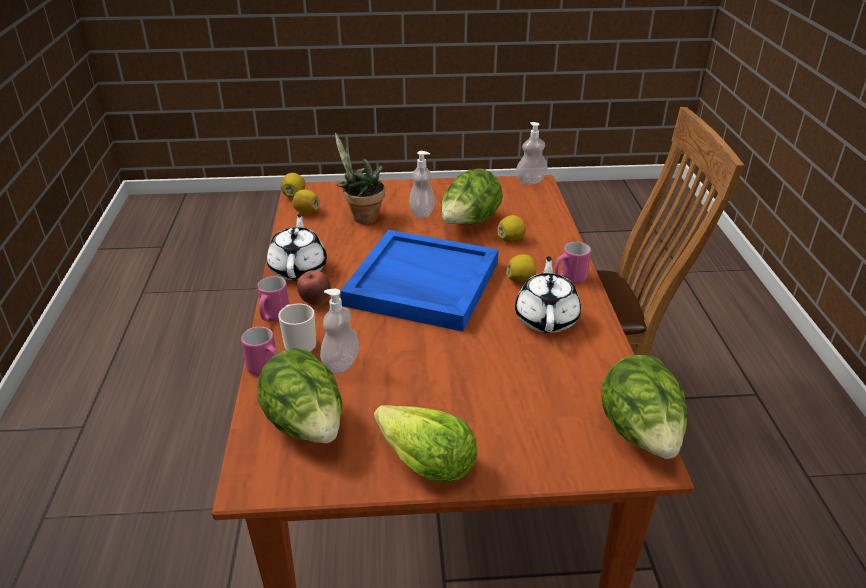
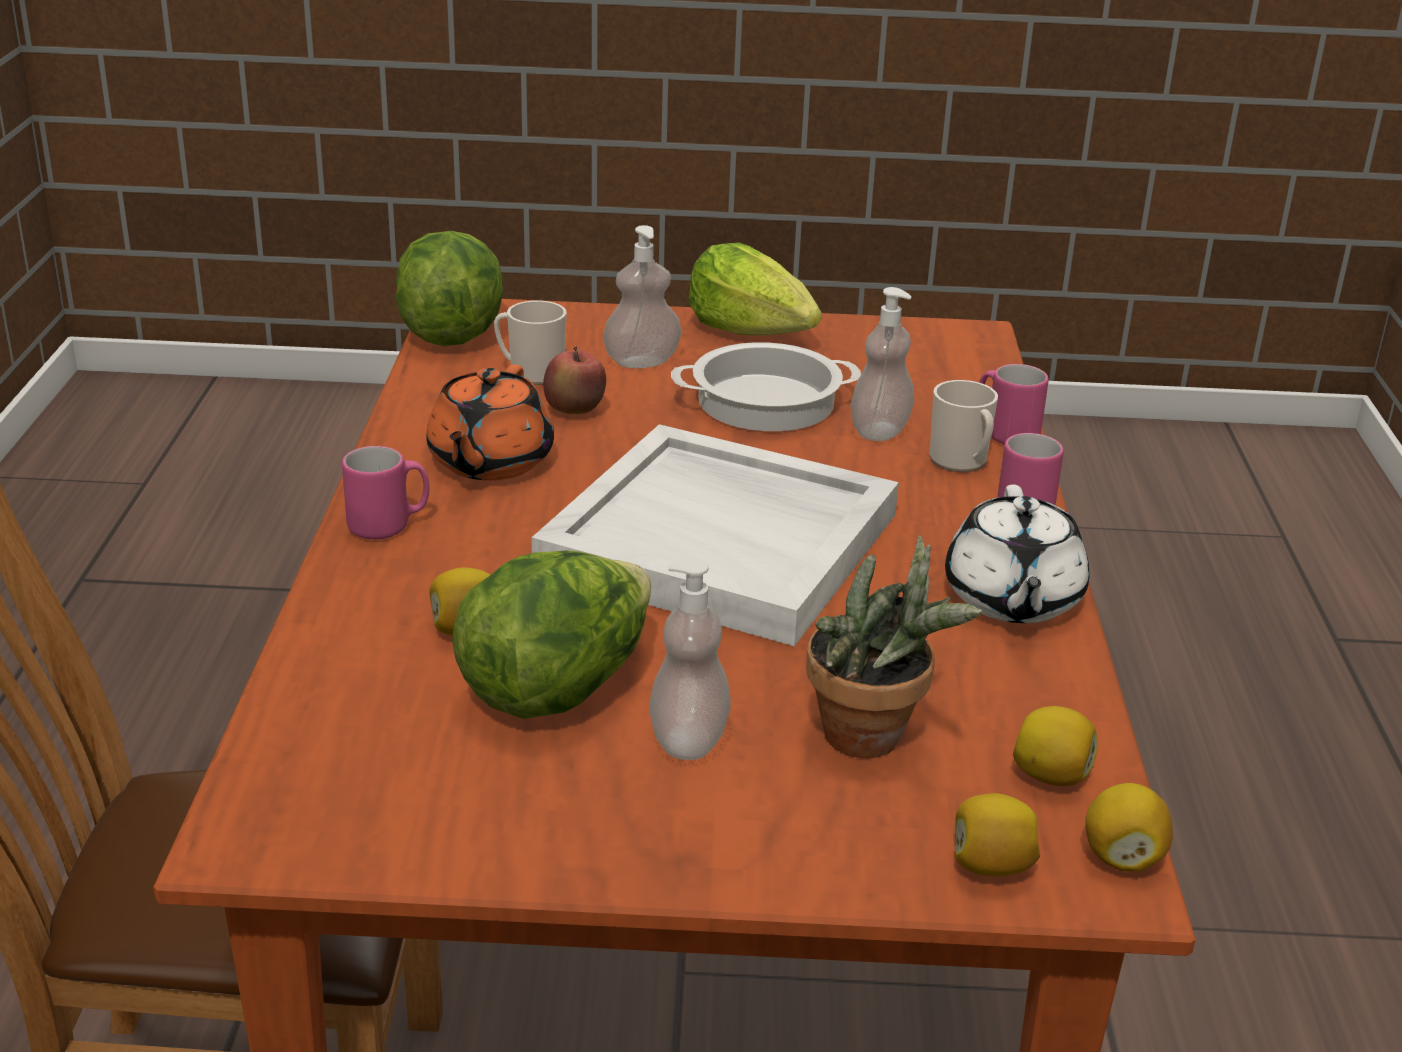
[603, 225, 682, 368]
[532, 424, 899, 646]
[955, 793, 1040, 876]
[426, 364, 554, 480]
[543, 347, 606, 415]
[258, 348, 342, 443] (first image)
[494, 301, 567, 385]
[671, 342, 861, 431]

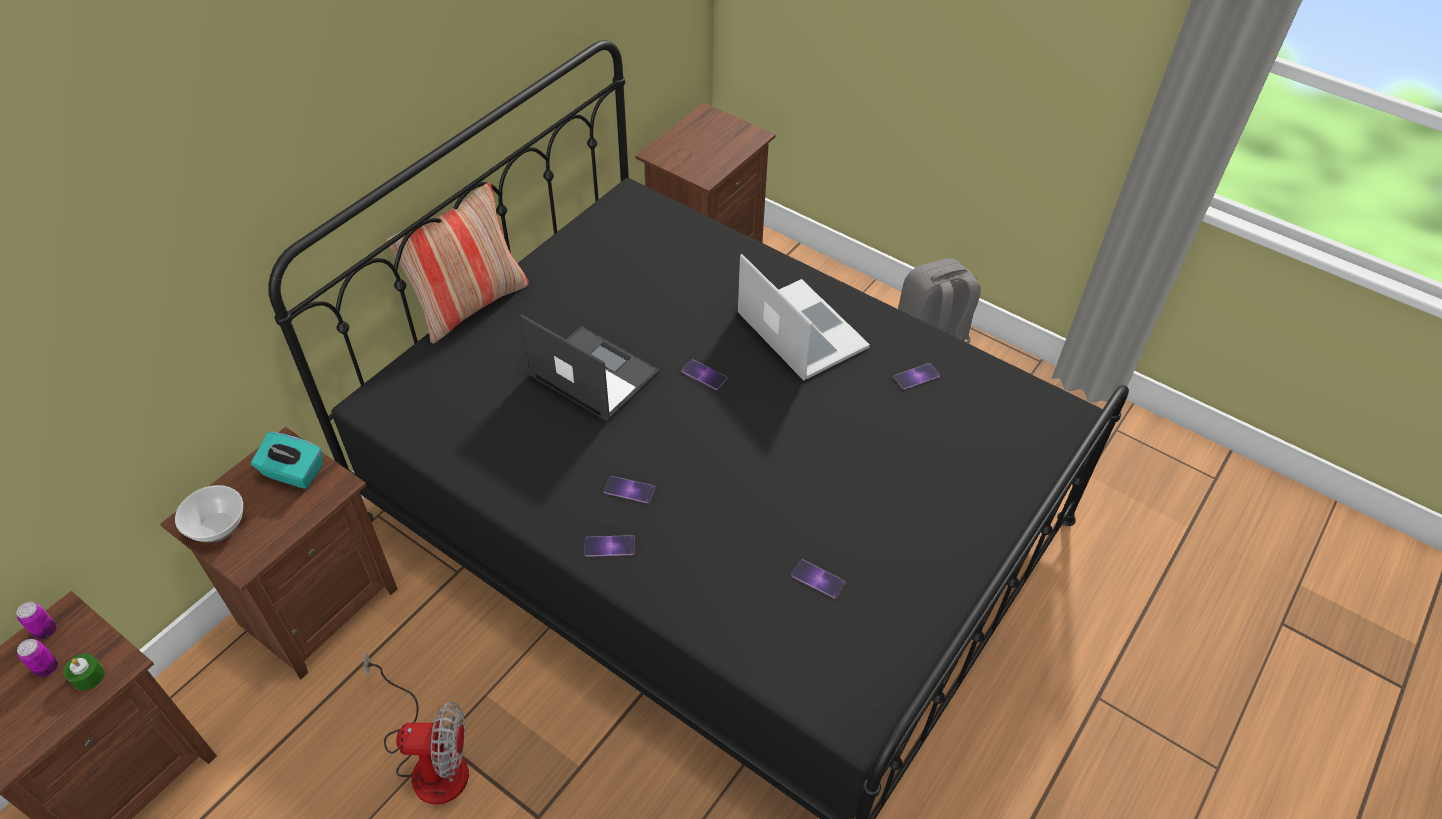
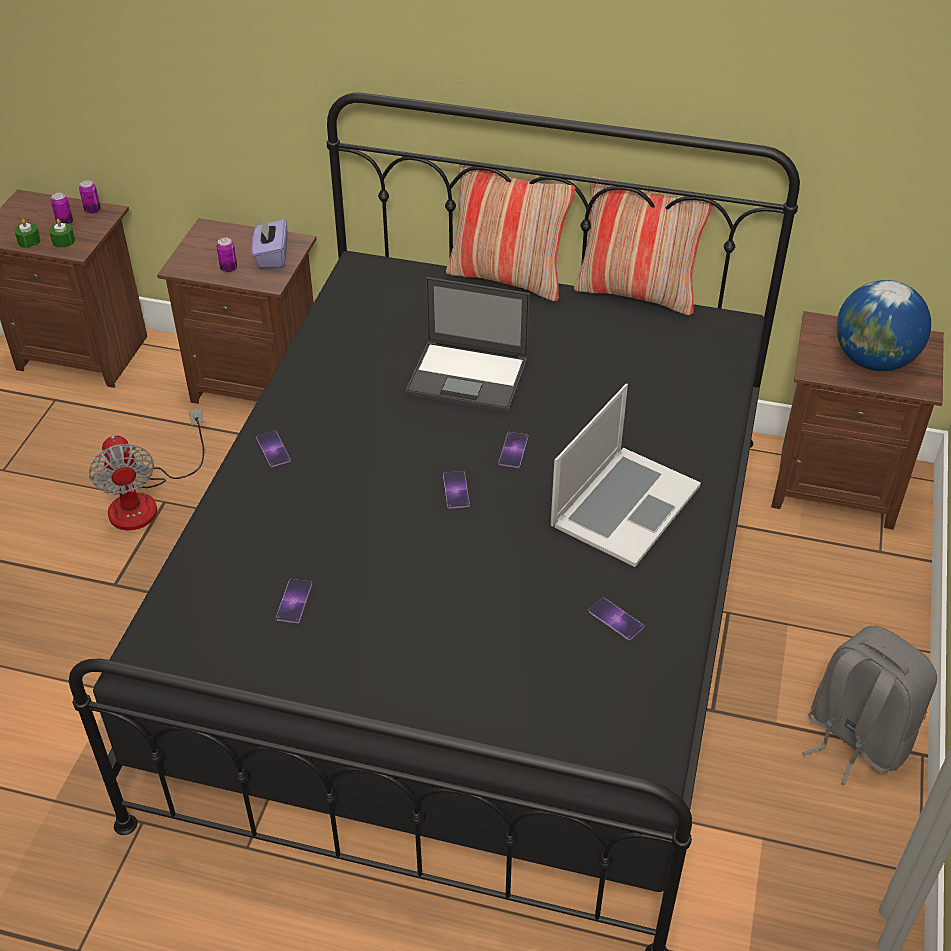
[405, 277, 530, 412]
[252, 218, 288, 269]
[443, 471, 470, 509]
[175, 485, 243, 542] (first image)
[574, 176, 713, 315]
[14, 219, 41, 248]
[216, 237, 237, 272]
[836, 280, 931, 371]

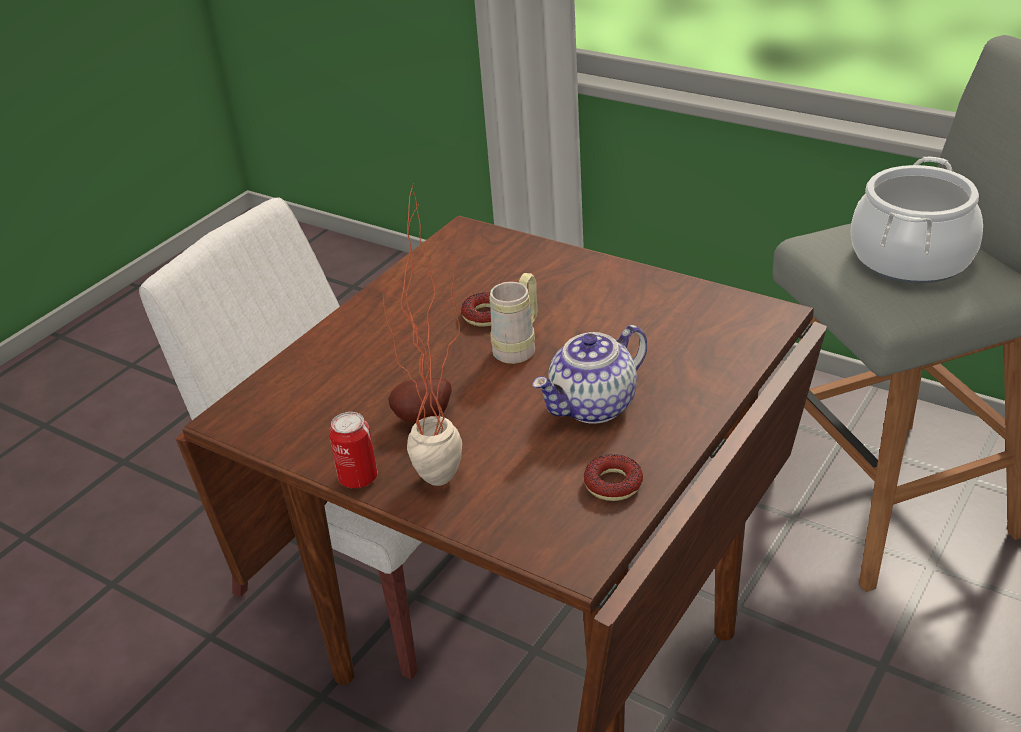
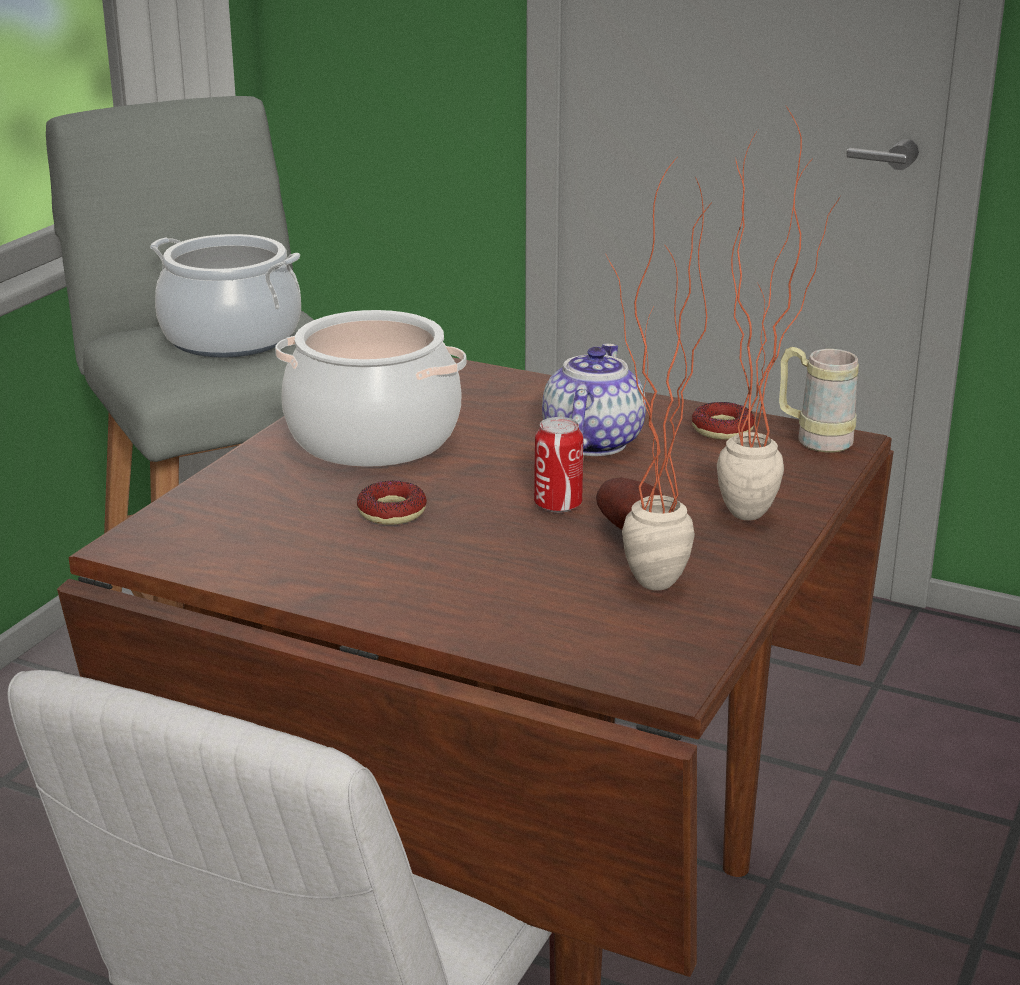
[779, 347, 859, 452]
[542, 344, 646, 456]
[534, 417, 583, 513]
[605, 159, 711, 591]
[275, 310, 466, 467]

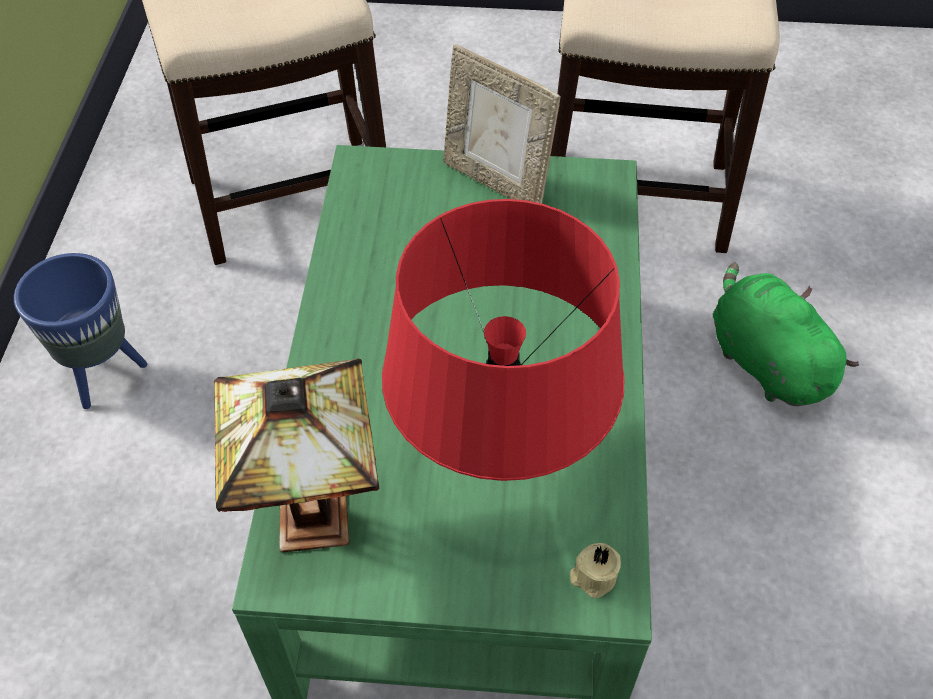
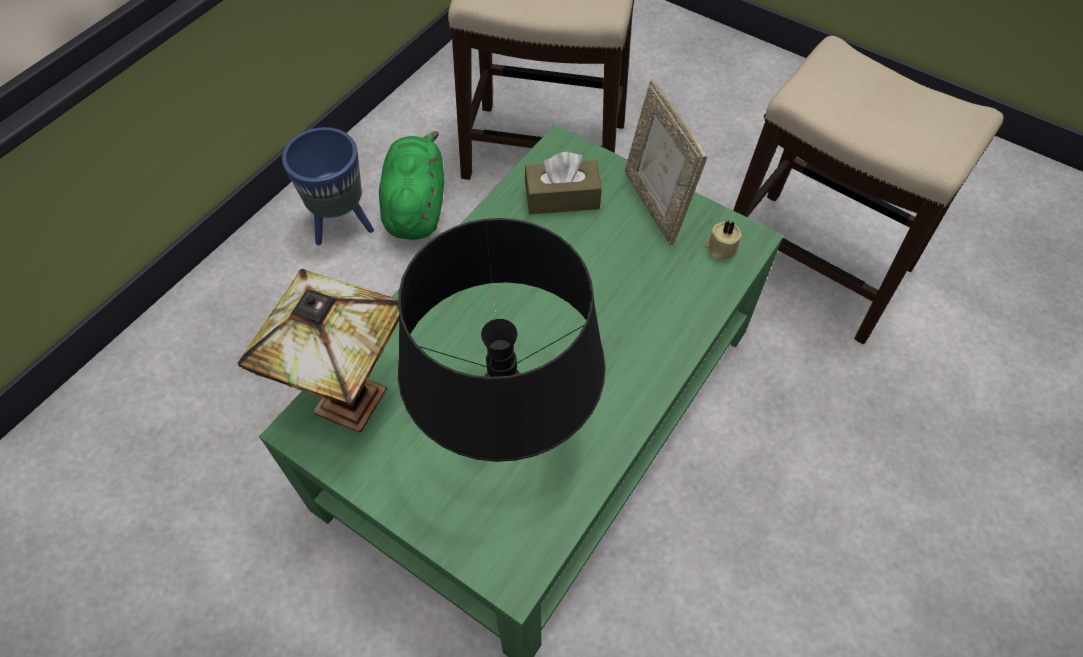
[398, 218, 606, 462]
[379, 131, 444, 240]
[705, 221, 742, 259]
[525, 152, 602, 214]

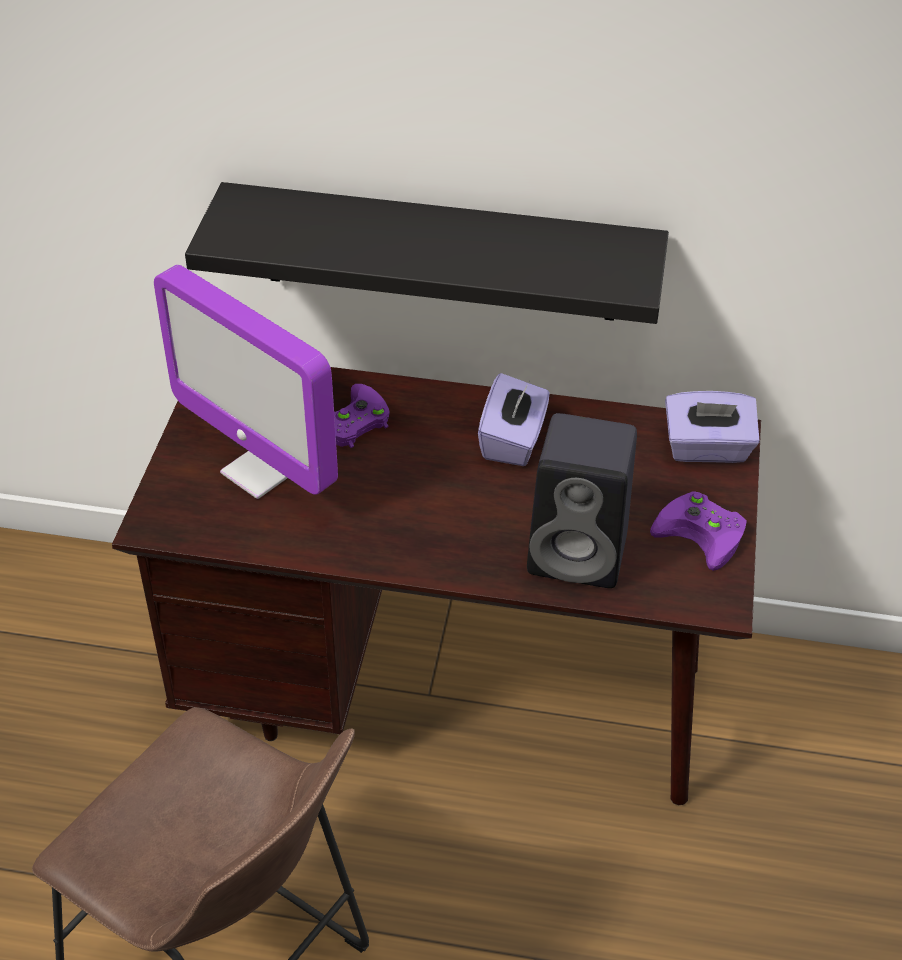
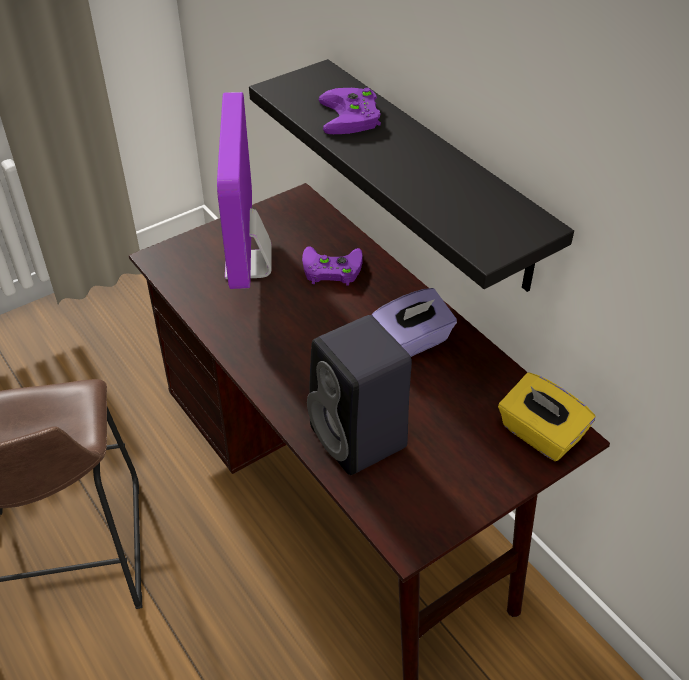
[498, 373, 595, 461]
[319, 88, 381, 134]

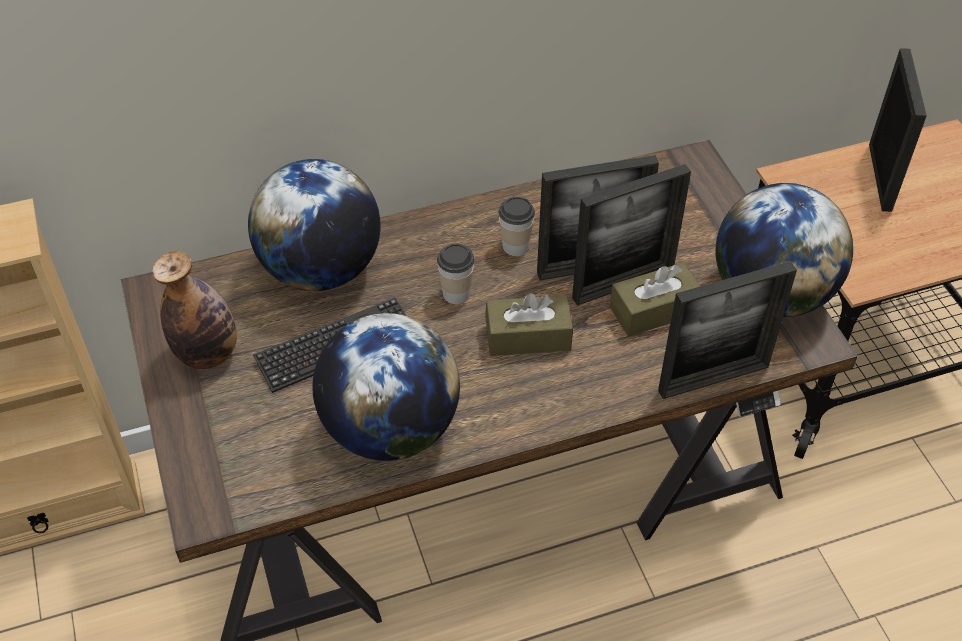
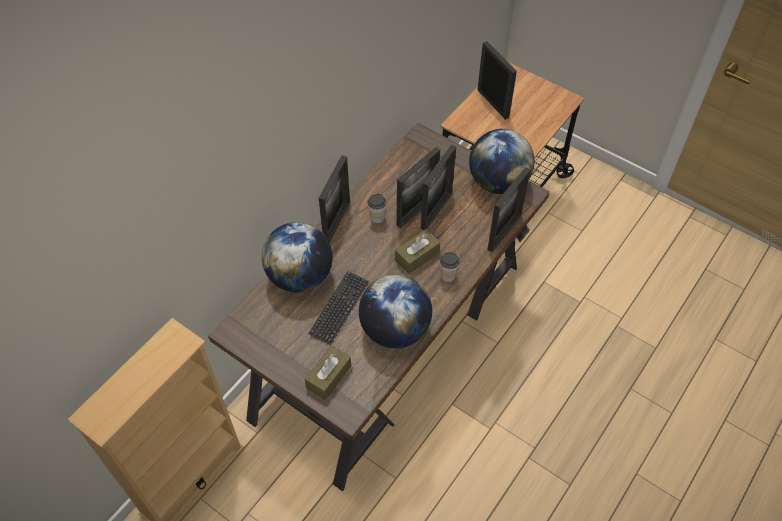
[440, 252, 459, 282]
[152, 251, 237, 369] (first image)
[305, 345, 351, 400]
[319, 155, 350, 243]

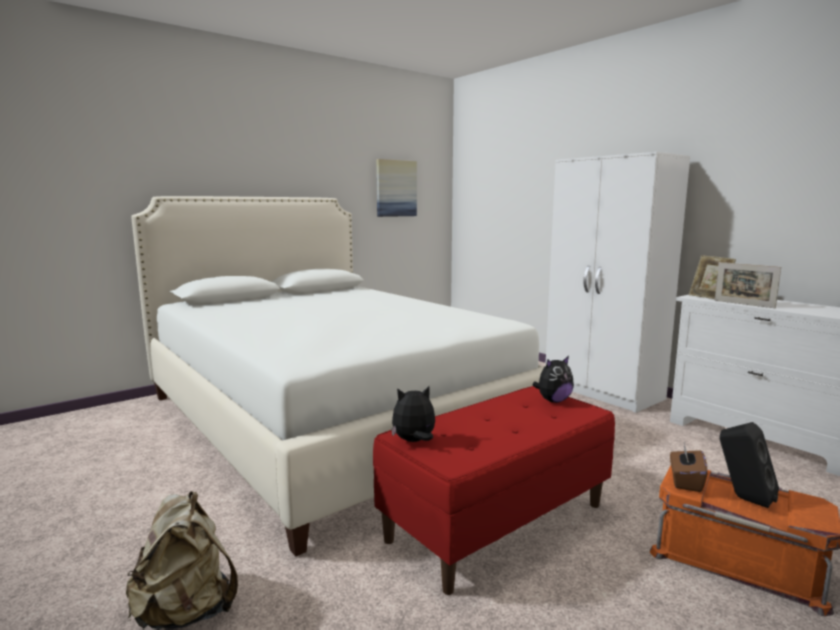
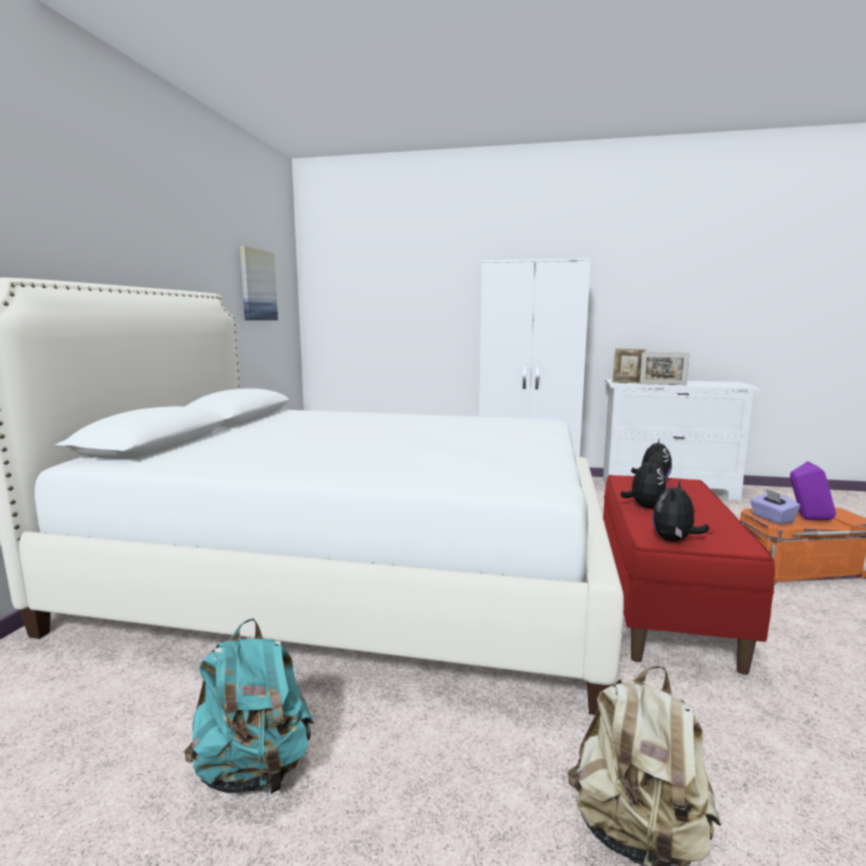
[790, 461, 836, 520]
[750, 489, 800, 524]
[620, 456, 667, 508]
[184, 618, 314, 797]

